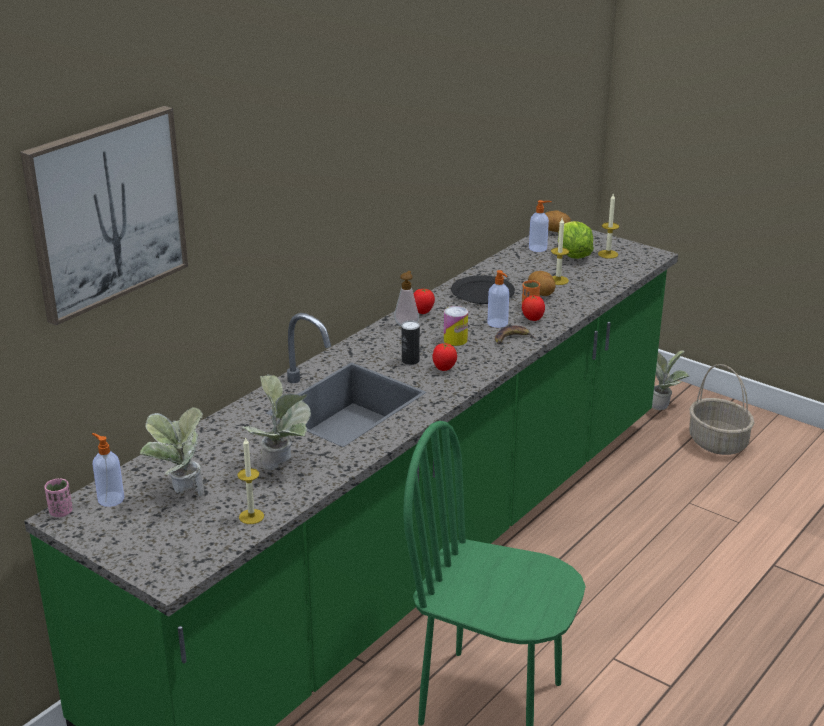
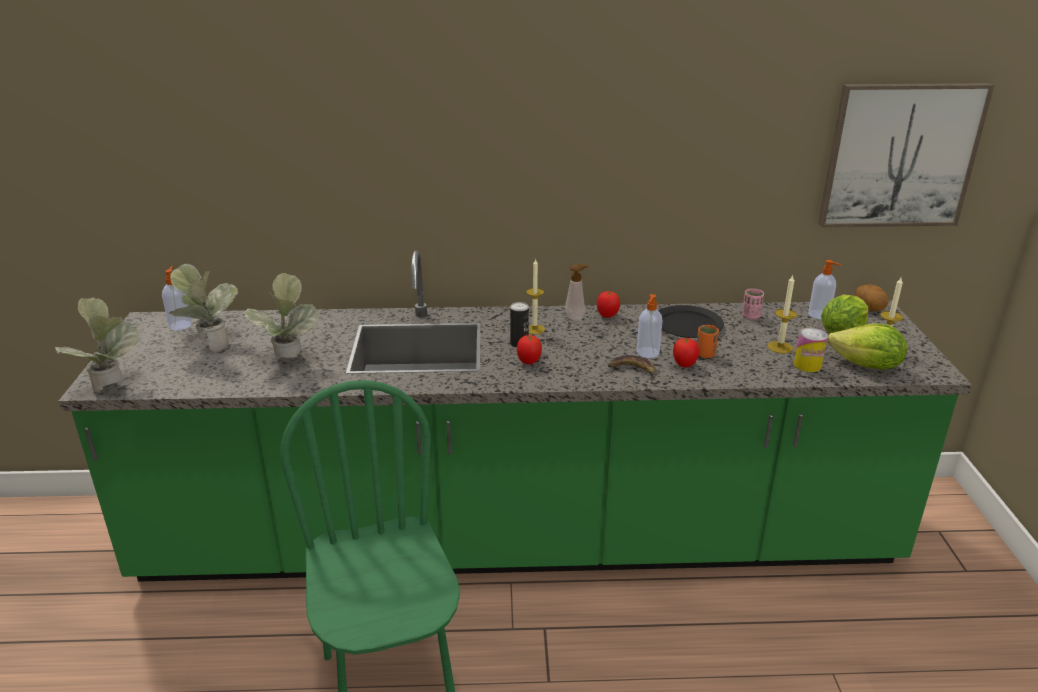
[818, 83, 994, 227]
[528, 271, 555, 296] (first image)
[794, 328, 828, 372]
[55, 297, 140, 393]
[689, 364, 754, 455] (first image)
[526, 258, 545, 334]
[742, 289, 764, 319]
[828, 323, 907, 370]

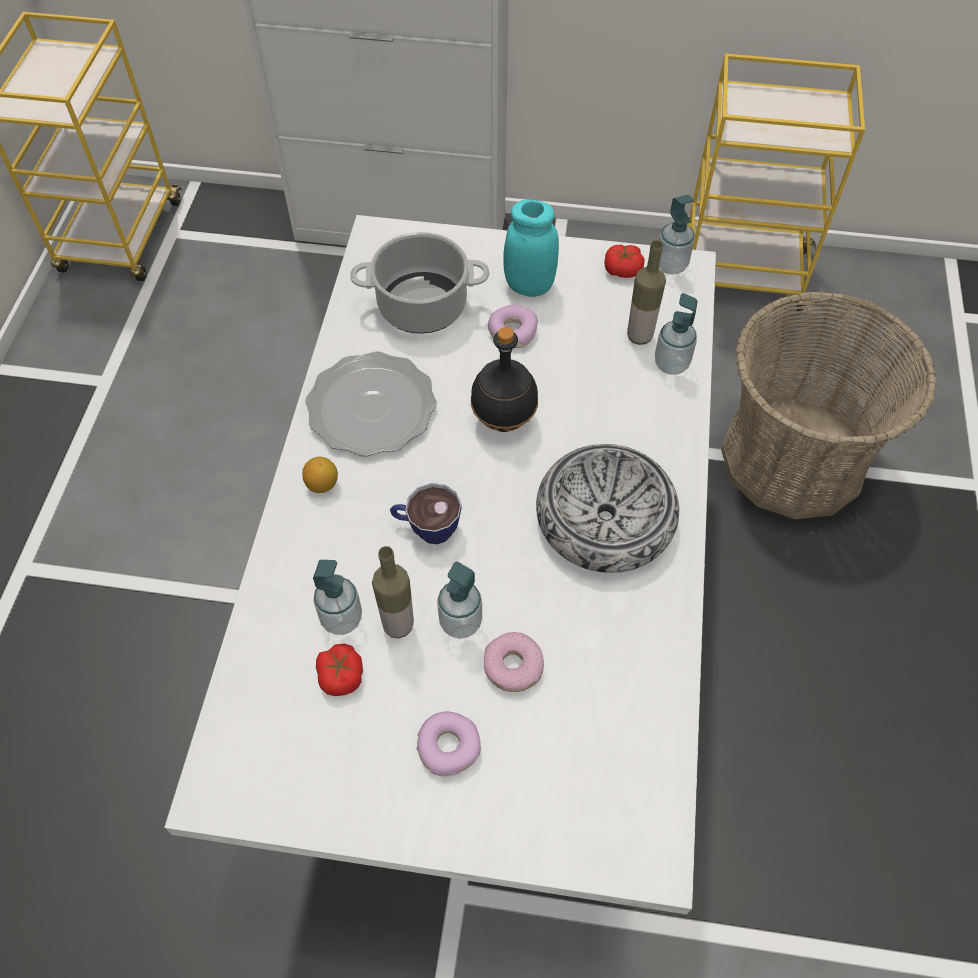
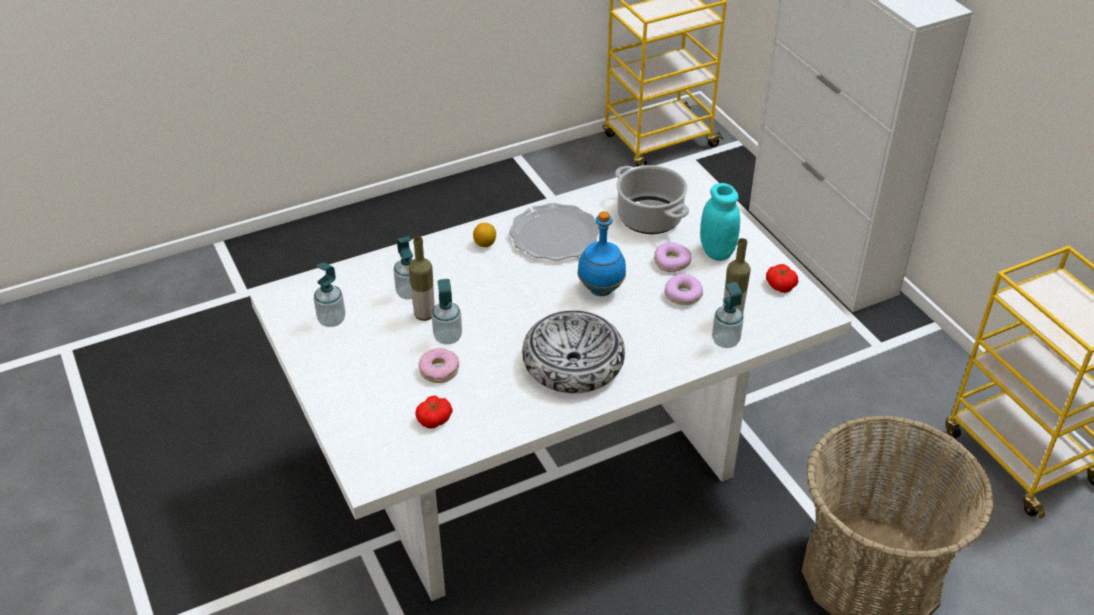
[314, 262, 345, 327]
[578, 211, 626, 296]
[390, 483, 462, 544] (first image)
[415, 395, 453, 428]
[664, 274, 703, 305]

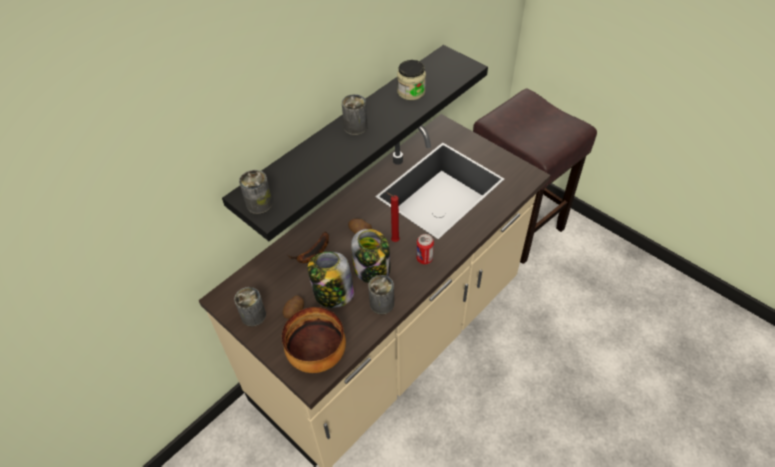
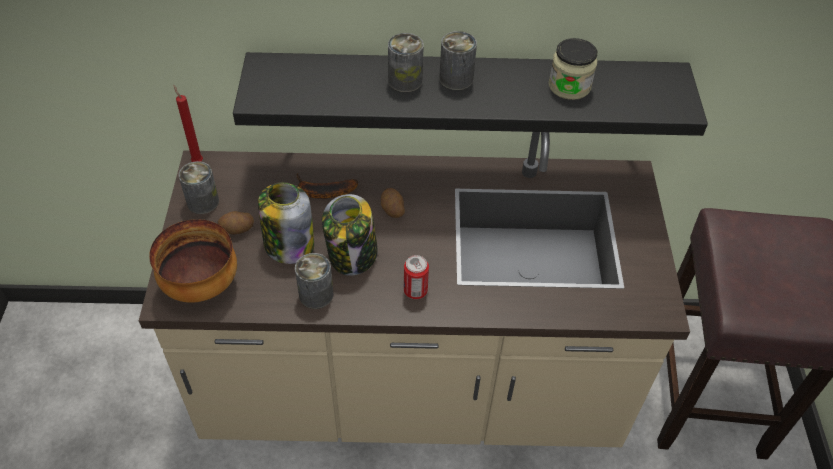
[388, 33, 424, 92]
[173, 85, 203, 162]

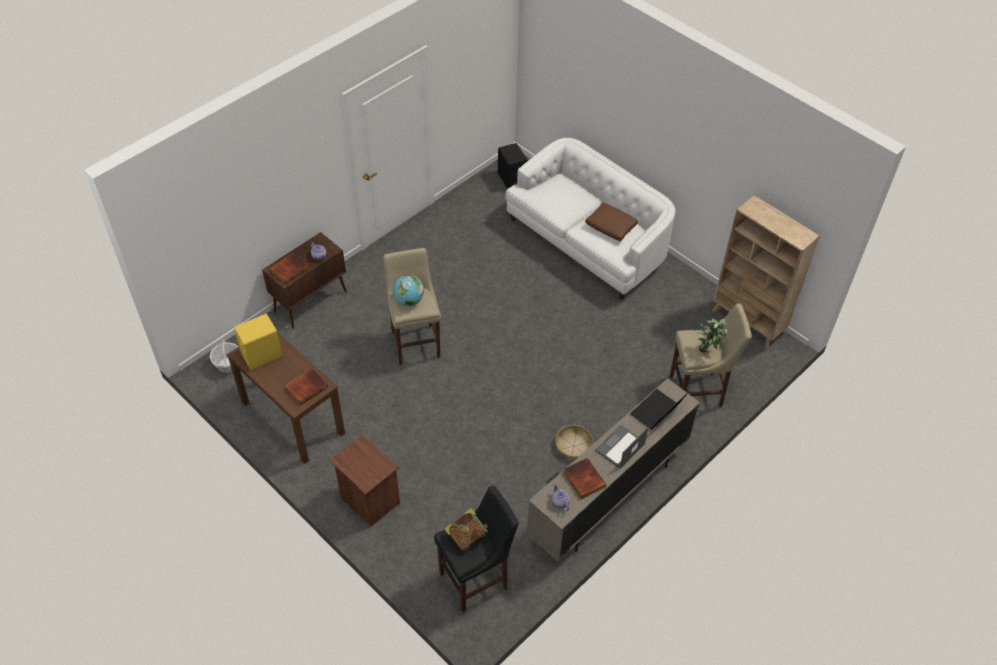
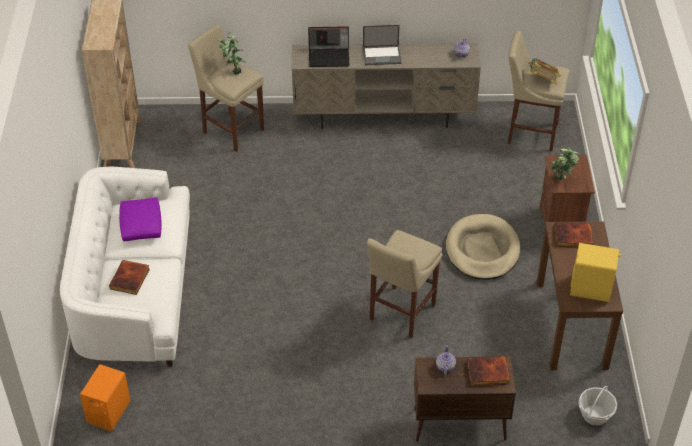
[80, 364, 130, 431]
[119, 197, 161, 242]
[393, 275, 424, 306] (first image)
[555, 425, 593, 461] (first image)
[109, 260, 150, 295]
[508, 31, 569, 151]
[551, 147, 579, 180]
[446, 214, 520, 280]

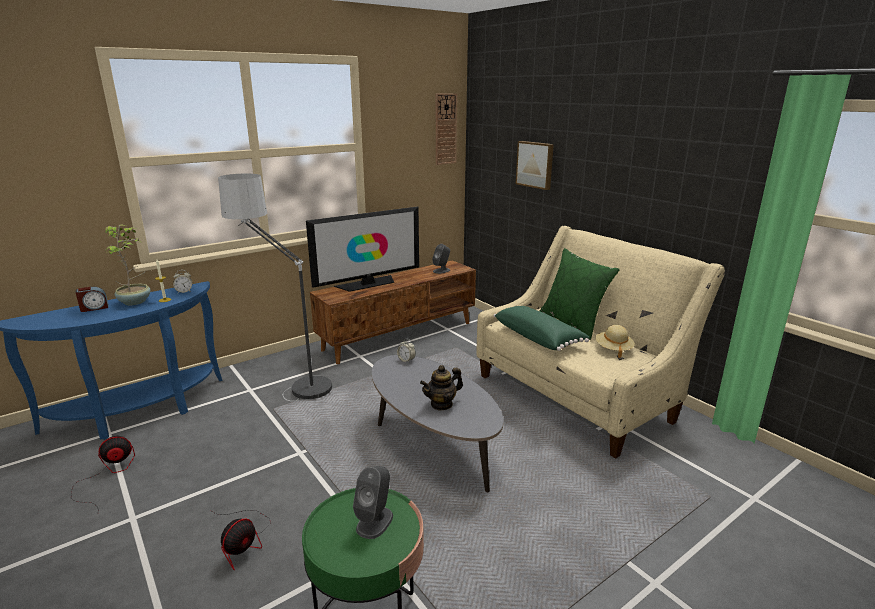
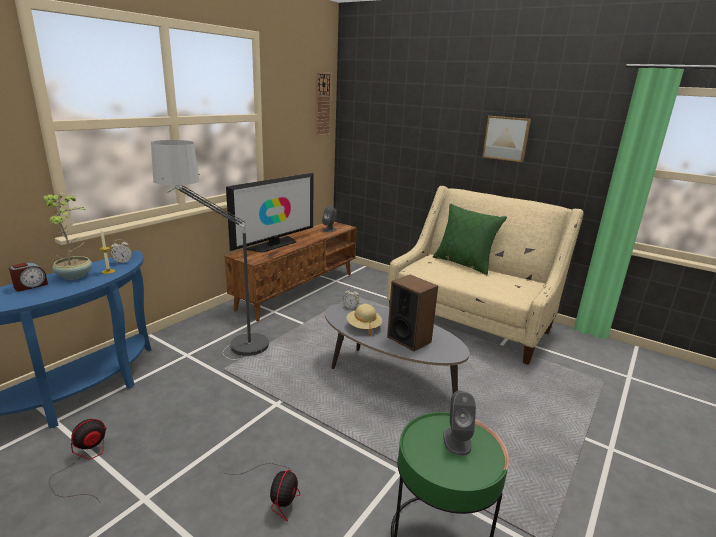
[482, 116, 531, 162]
[494, 306, 589, 351] (first image)
[347, 304, 382, 336]
[387, 275, 438, 351]

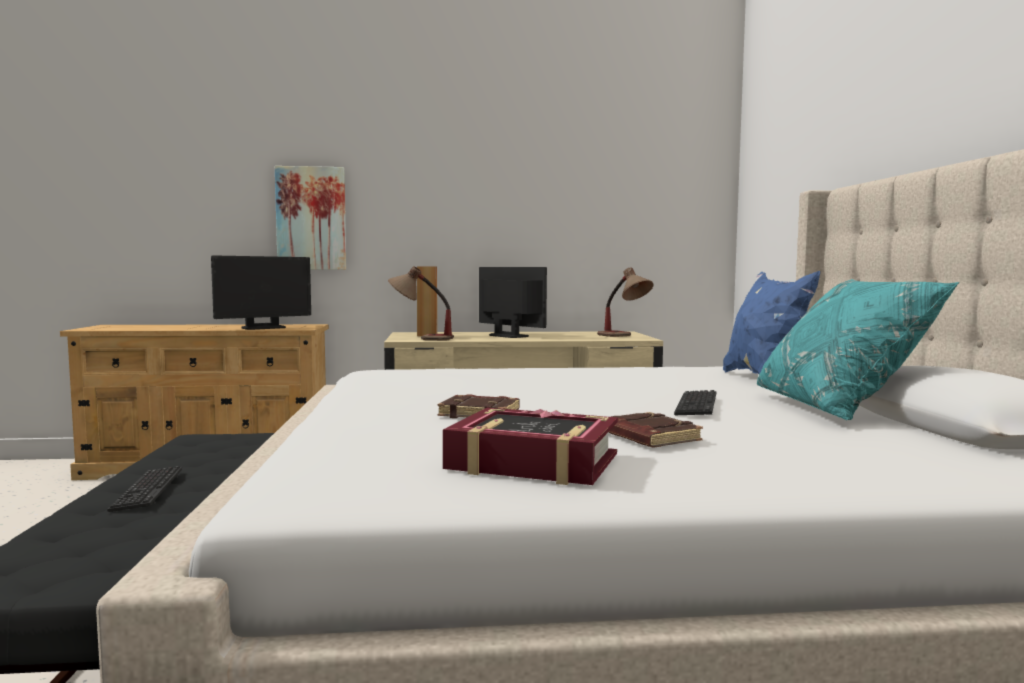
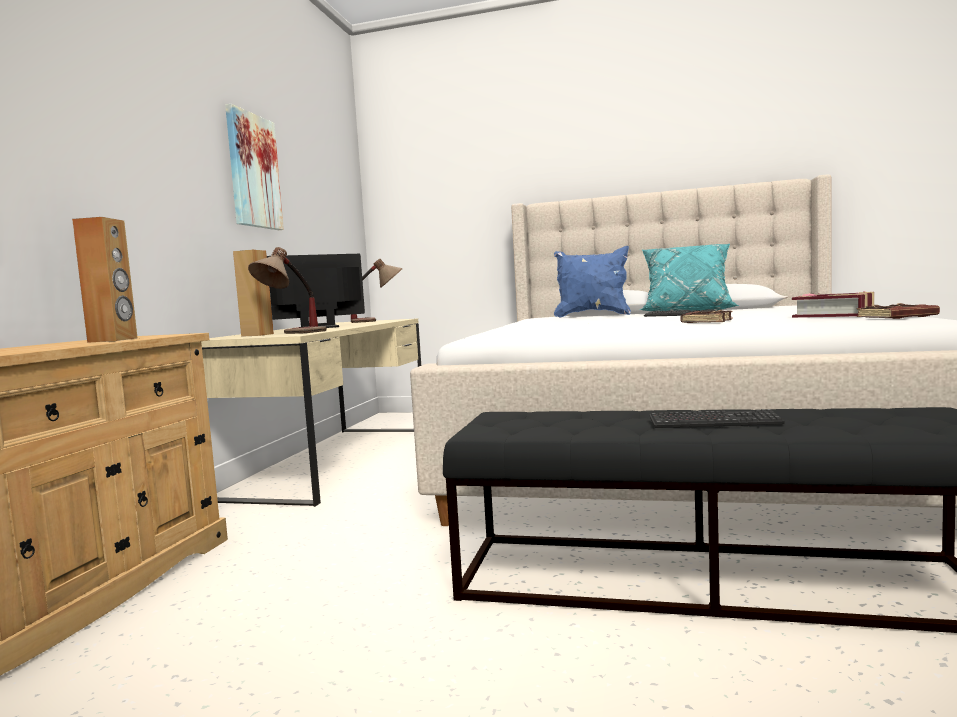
[225, 104, 284, 230]
[72, 217, 138, 343]
[857, 303, 940, 319]

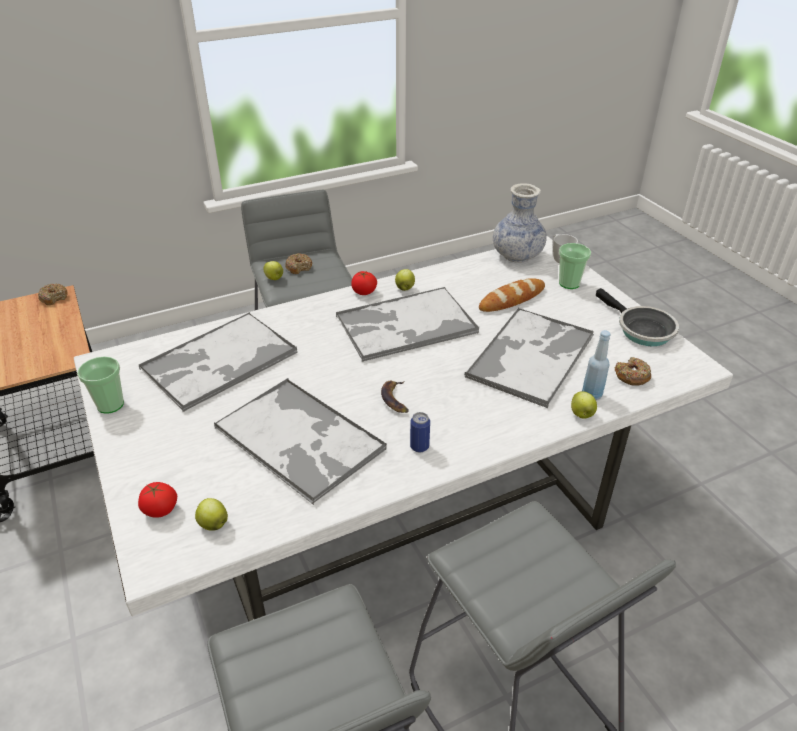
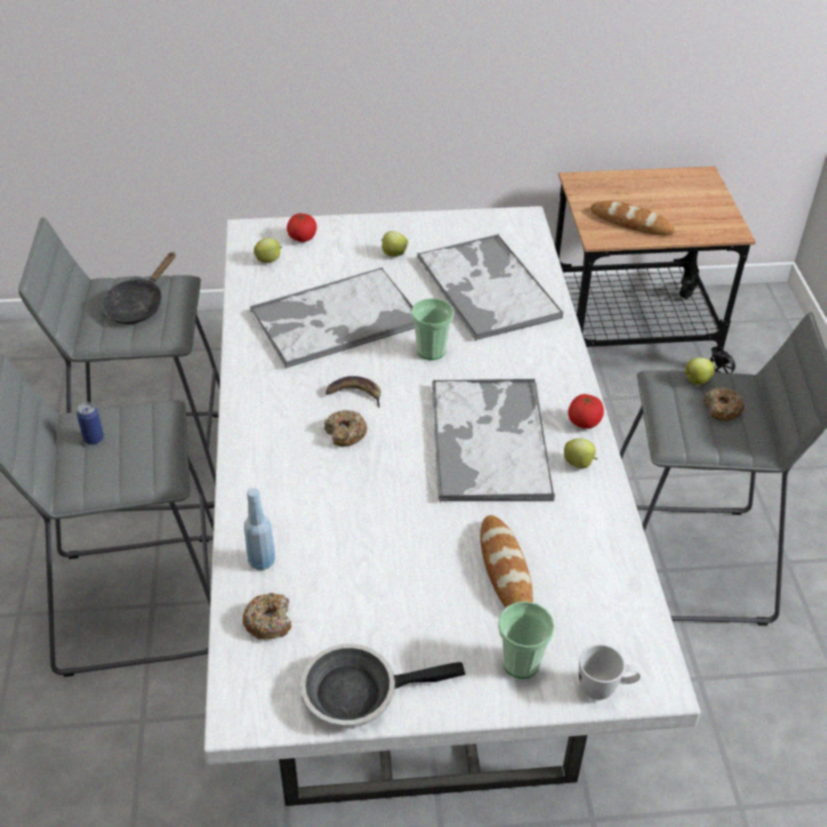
[493, 183, 547, 263] (first image)
[324, 410, 367, 447]
[464, 308, 594, 408] (first image)
[411, 298, 454, 360]
[381, 231, 408, 257]
[76, 402, 104, 445]
[591, 201, 675, 235]
[102, 252, 175, 324]

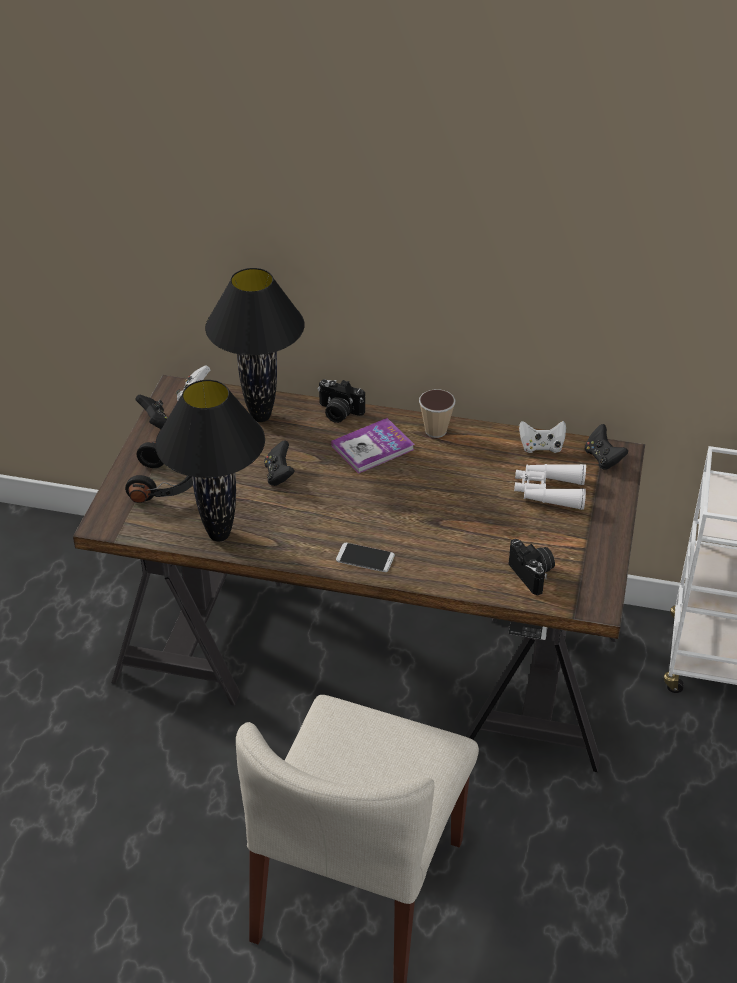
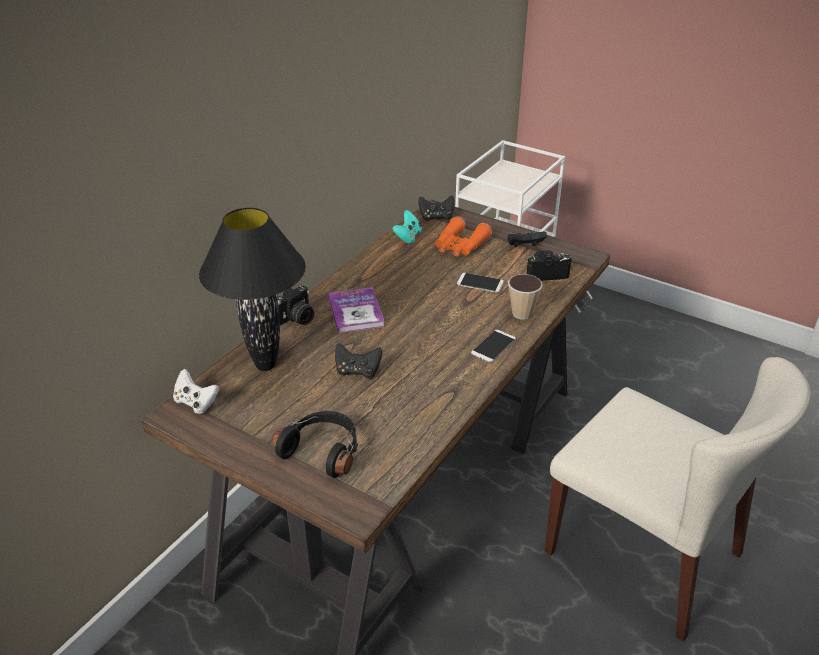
[155, 380, 265, 541] (first image)
[508, 274, 543, 320]
[507, 231, 547, 247]
[392, 210, 422, 244]
[435, 216, 492, 256]
[457, 273, 504, 293]

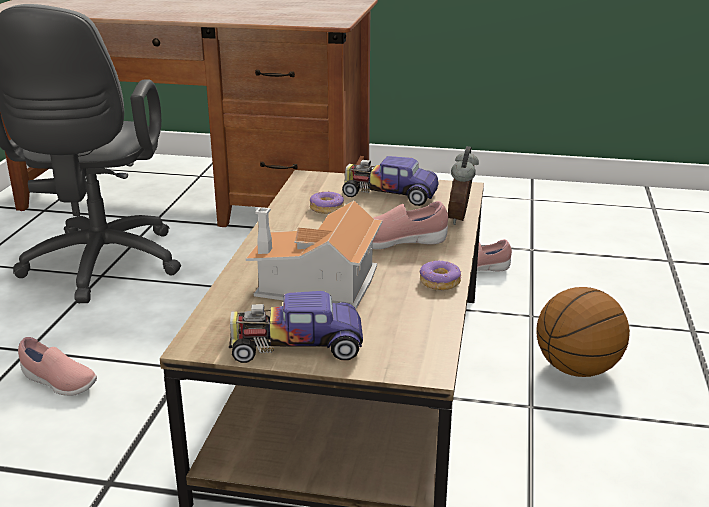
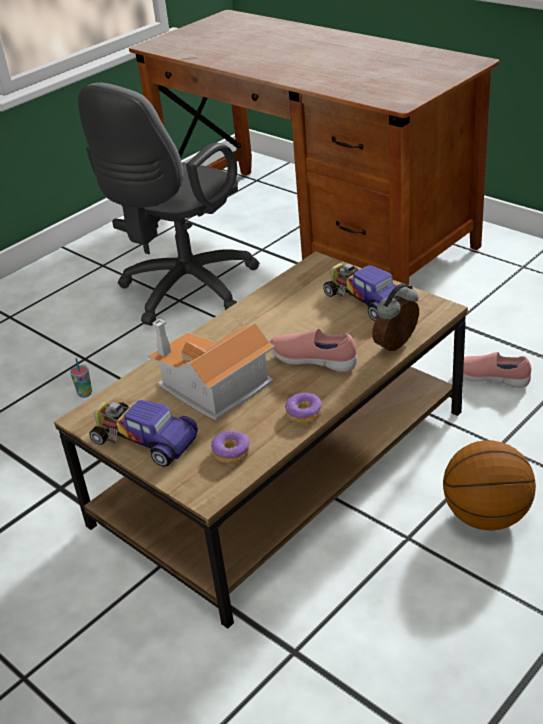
[211, 431, 250, 463]
[70, 358, 92, 398]

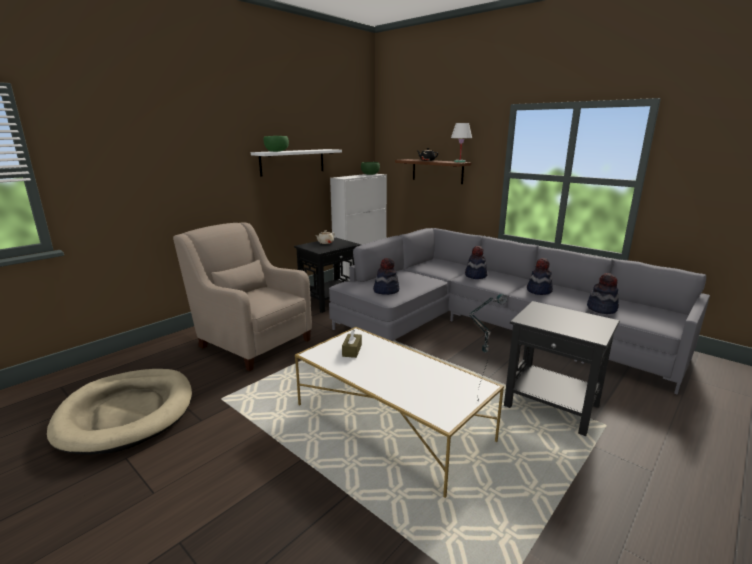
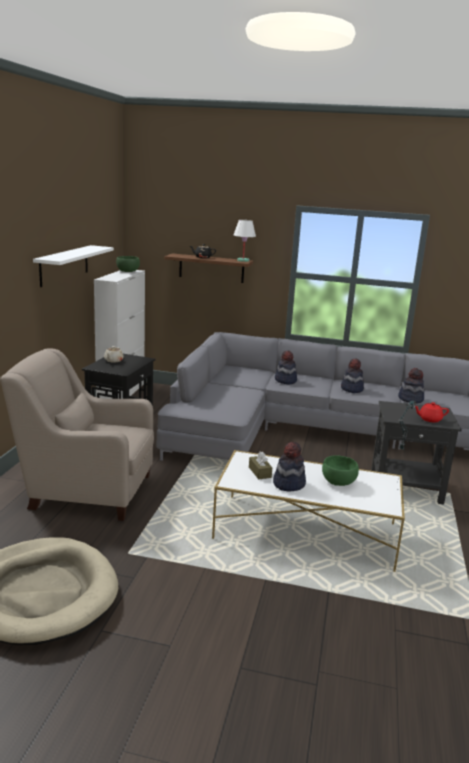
[322, 455, 359, 486]
[273, 442, 306, 491]
[415, 402, 449, 422]

